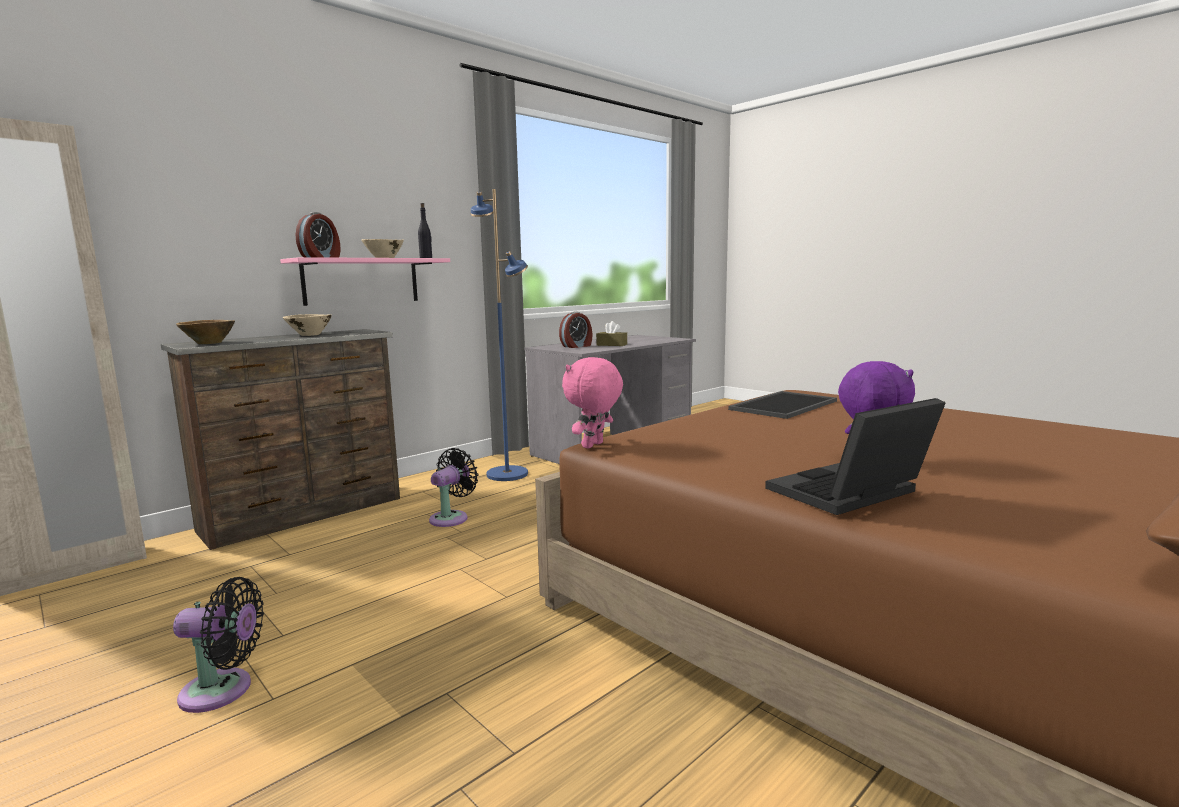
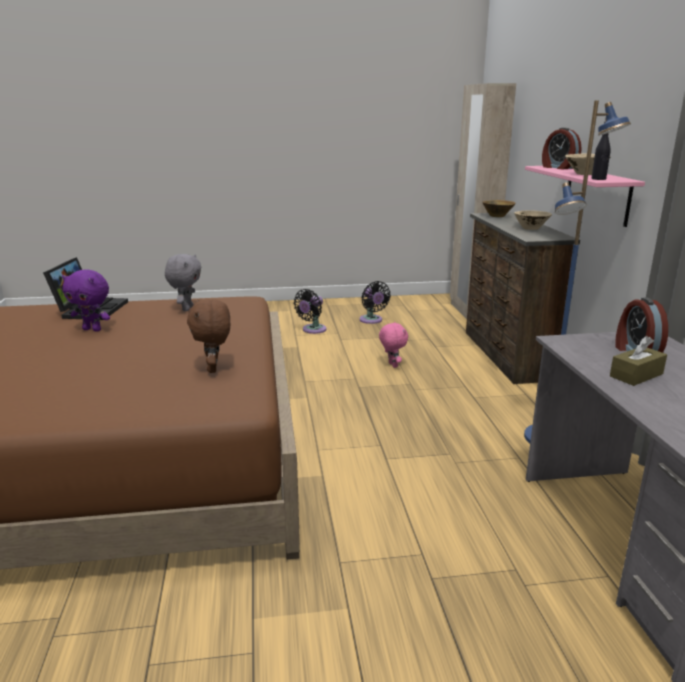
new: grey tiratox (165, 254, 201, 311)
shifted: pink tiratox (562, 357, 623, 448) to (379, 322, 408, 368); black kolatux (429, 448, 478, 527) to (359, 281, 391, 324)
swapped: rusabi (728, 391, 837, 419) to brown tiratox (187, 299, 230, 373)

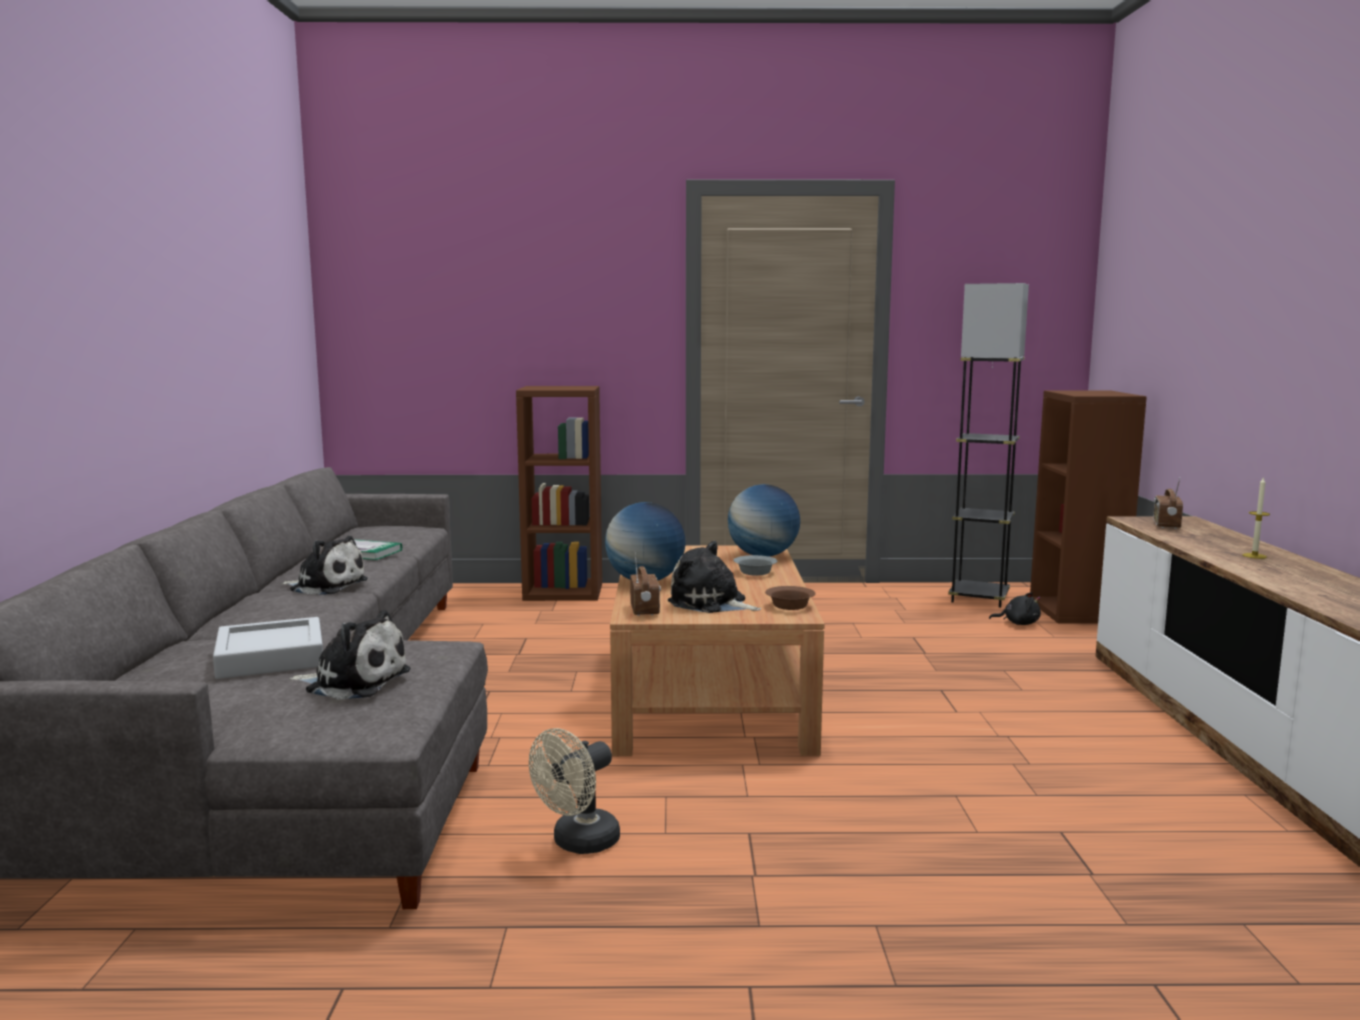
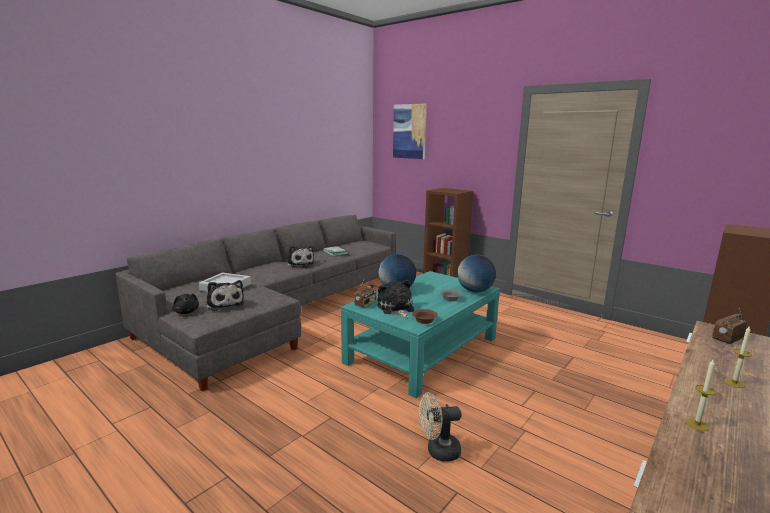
gone: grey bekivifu (948, 283, 1029, 608)
new: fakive (393, 103, 427, 159); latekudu (686, 360, 716, 431)
shifted: black tiratox (989, 592, 1041, 625) to (172, 294, 199, 314); beige kolatux (529, 728, 620, 854) to (419, 392, 461, 462)
repainted: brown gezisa (610, 545, 825, 756) to turquoise gezisa (341, 271, 500, 398)

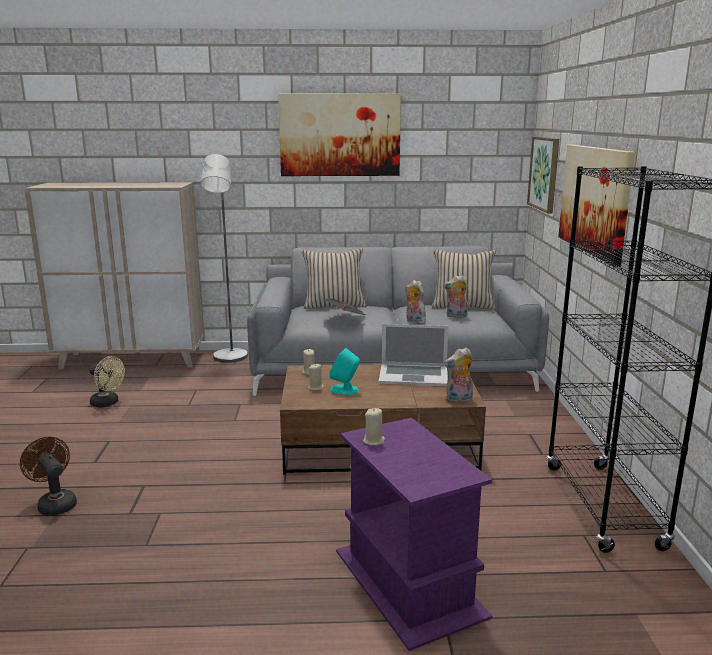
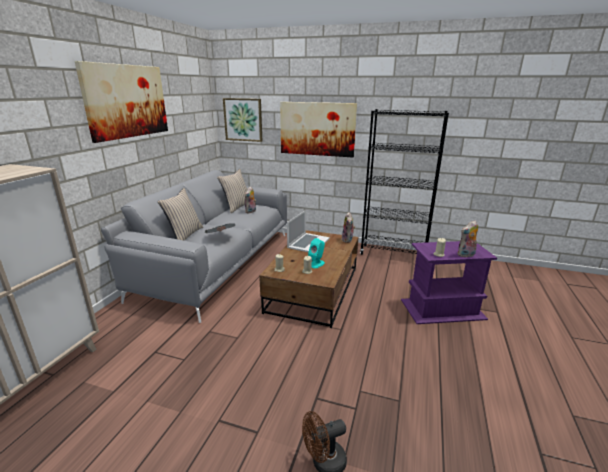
gone: grey bekivifu (200, 154, 248, 363); beige kolatux (89, 356, 125, 408)
shifted: tiratox (405, 280, 426, 324) to (457, 220, 478, 258)

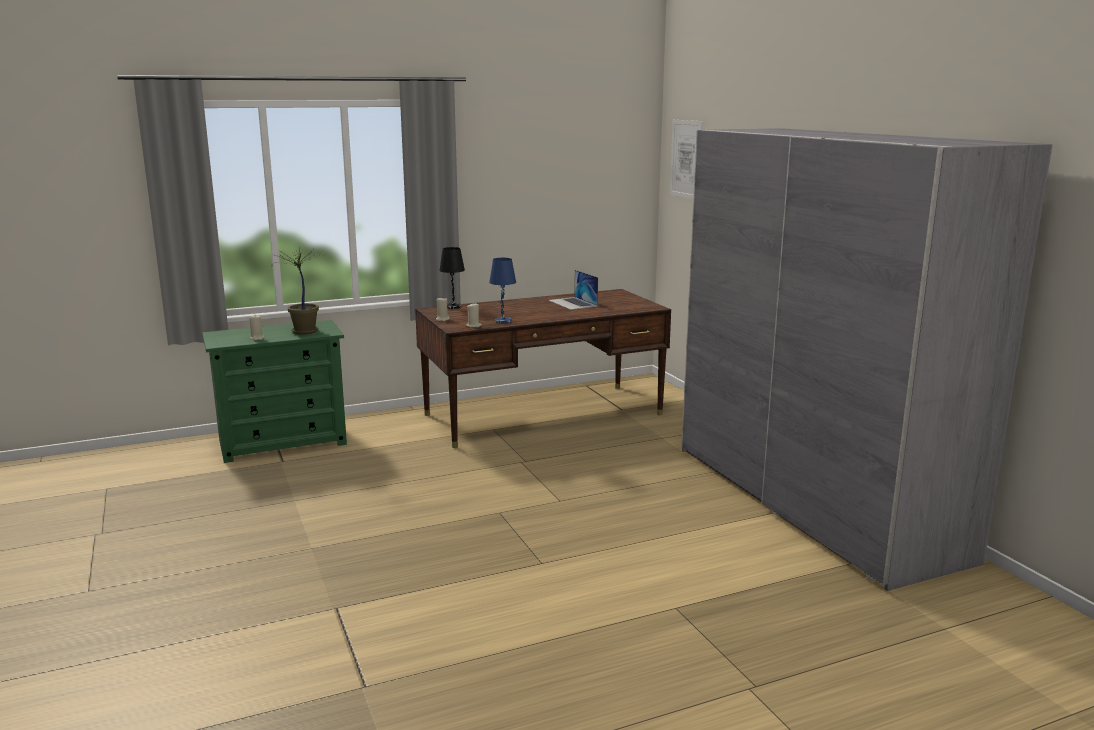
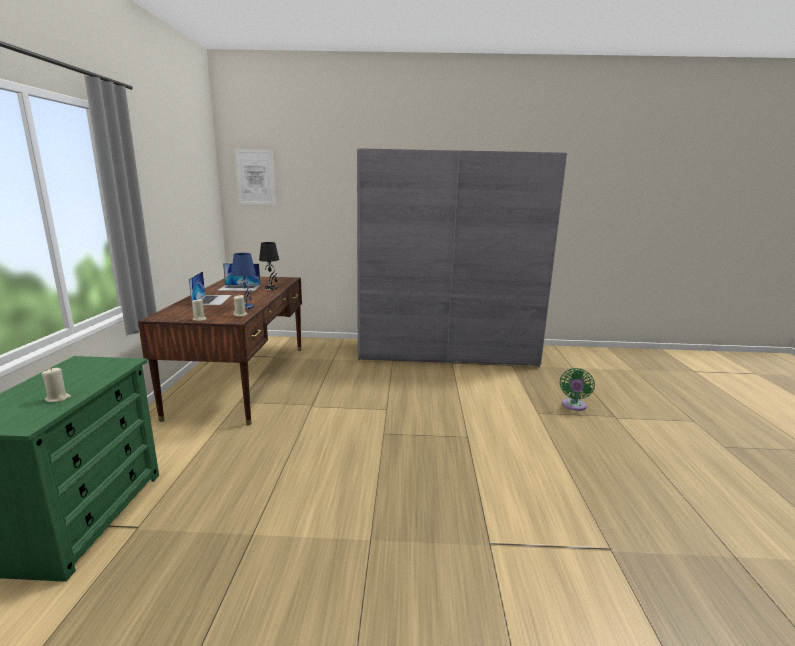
gone: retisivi (272, 247, 323, 335)
new: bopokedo (189, 271, 231, 305); green kolatux (560, 368, 595, 411)
shifted: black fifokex (439, 247, 465, 309) to (259, 242, 279, 290)

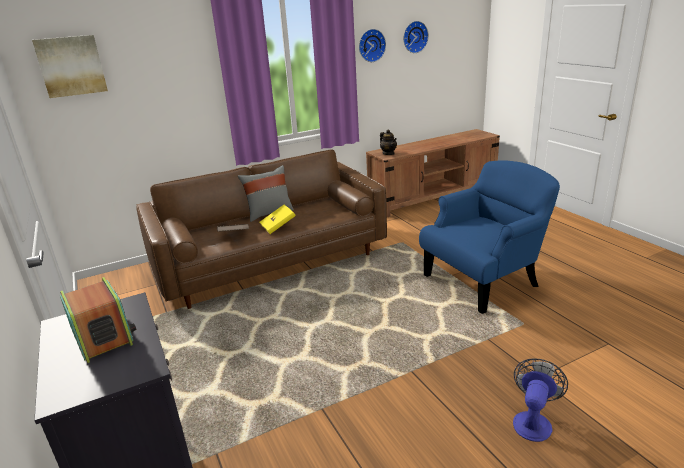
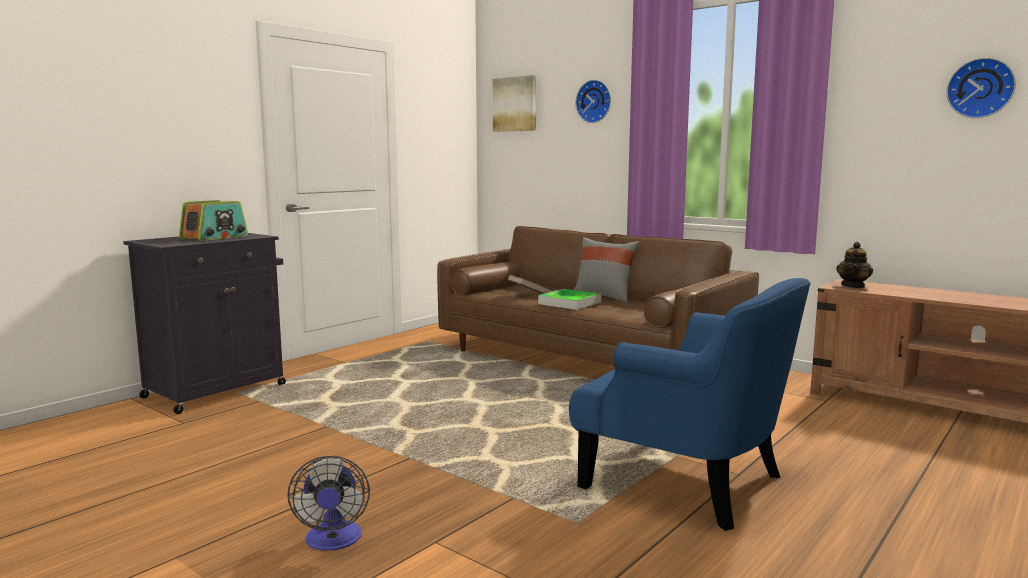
shifted: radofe (359, 29, 386, 62) to (575, 80, 611, 123)
swapped: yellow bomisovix (260, 204, 296, 234) to rusabi (538, 289, 601, 310)
rotated: kolatux (513, 358, 568, 442) = (288, 456, 370, 551) 75 degrees clockwise

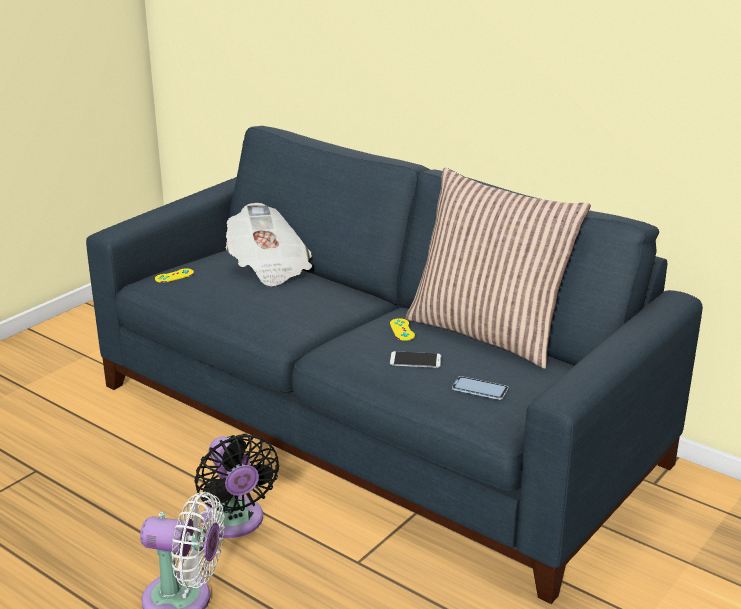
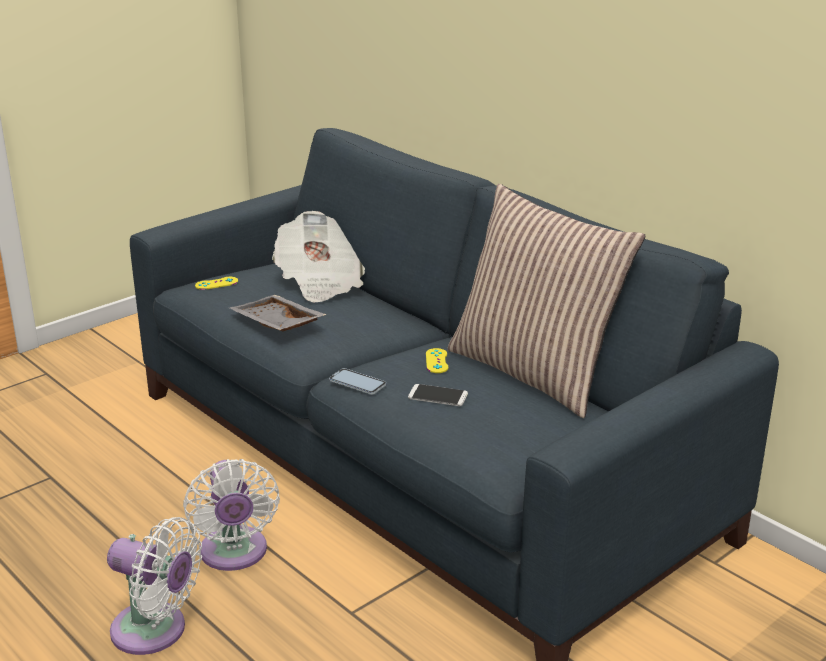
new: grey rusabi (230, 295, 327, 331)
shifted: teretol (452, 376, 508, 400) to (329, 368, 387, 395)
repainted: black kolatux (194, 434, 279, 538) to white kolatux (183, 459, 280, 571)

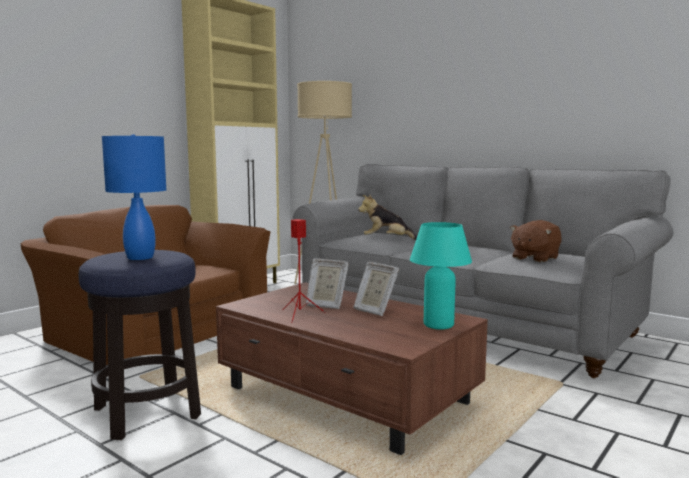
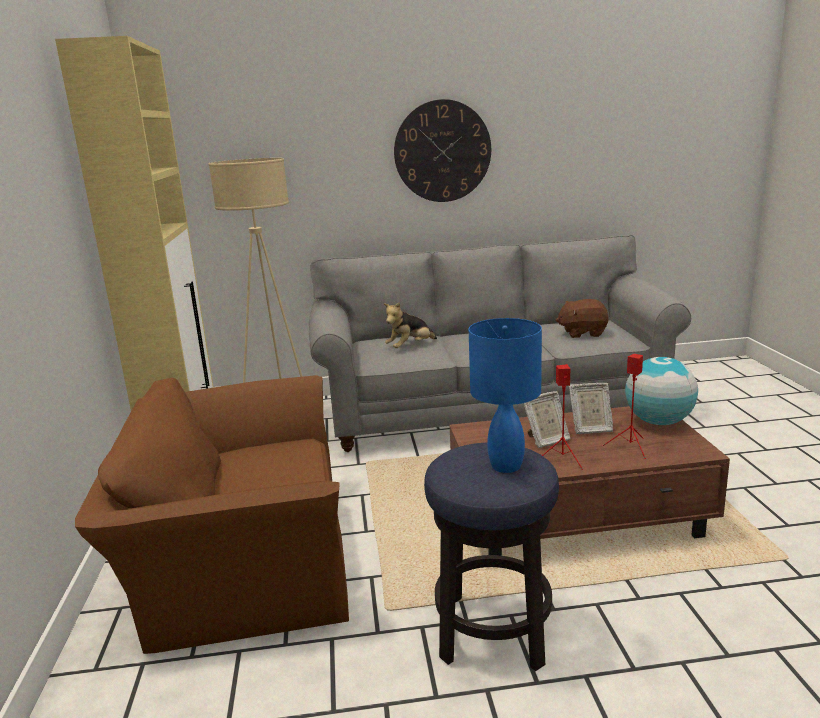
new: radofe (394, 99, 491, 202); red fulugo (603, 354, 646, 459)
swapped: turquoise fifokex (410, 222, 472, 329) to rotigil (625, 357, 698, 425)
rotated: brown tiratox (510, 220, 562, 263) = (556, 299, 609, 338) 90 degrees clockwise

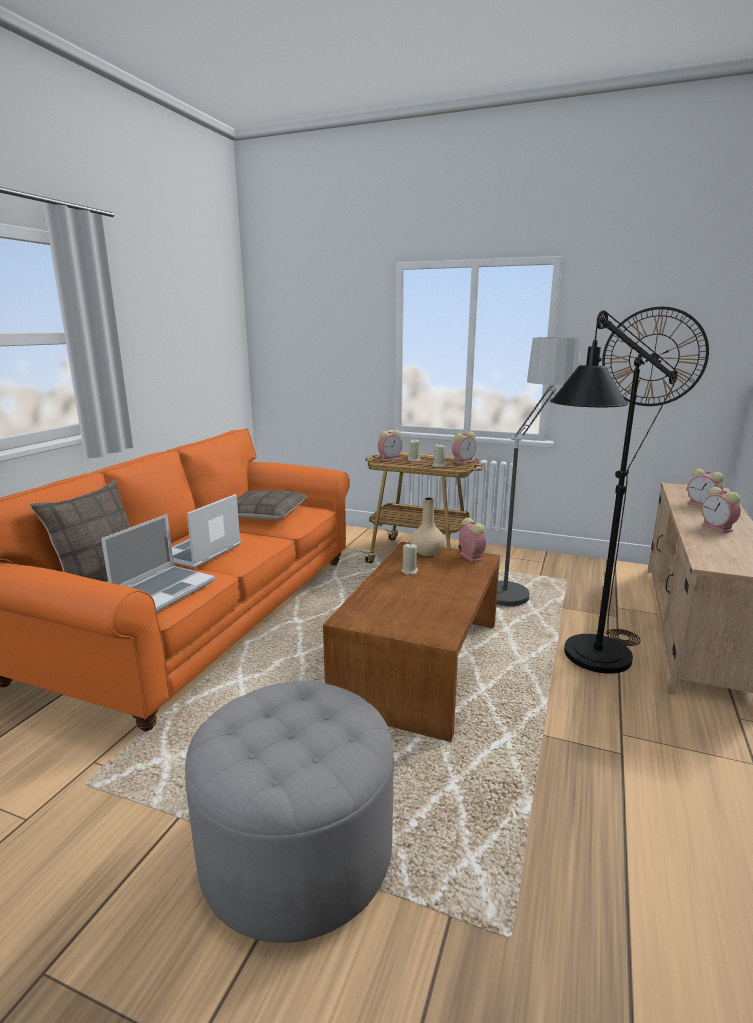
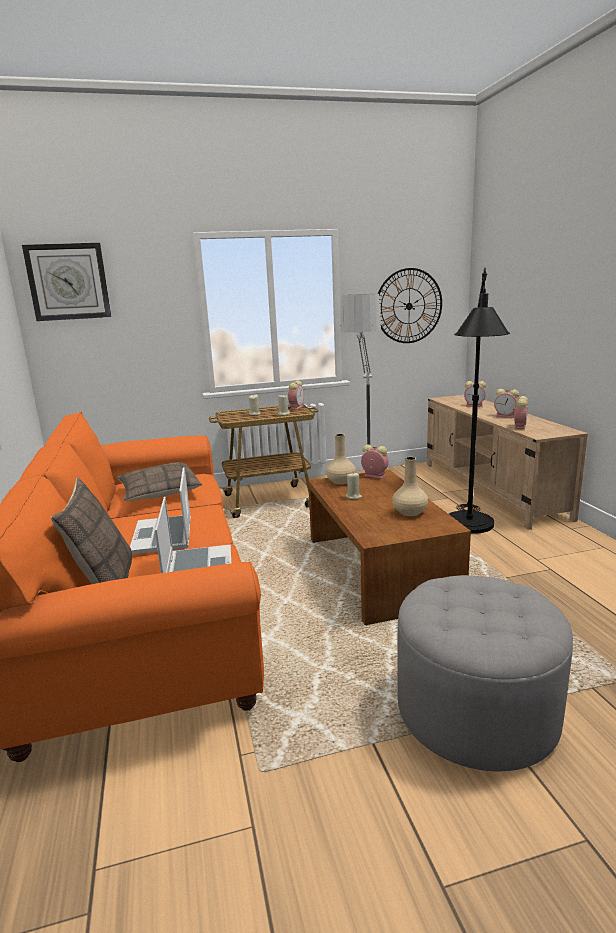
new: radofe (22, 243, 111, 321); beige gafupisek (392, 457, 428, 516)
shifted: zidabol (378, 430, 402, 461) to (512, 396, 528, 429)

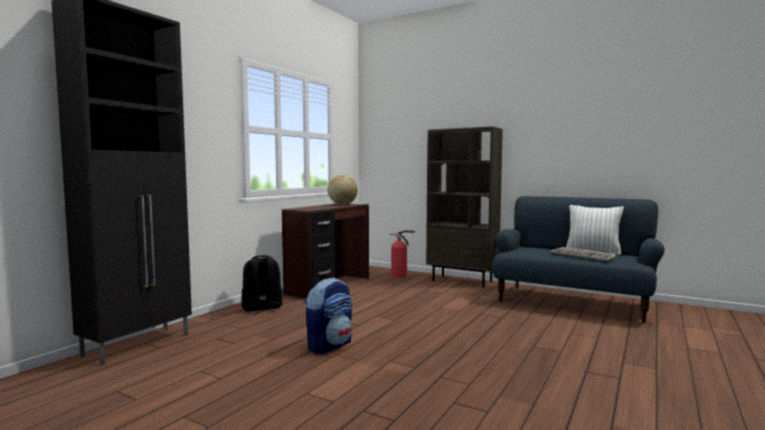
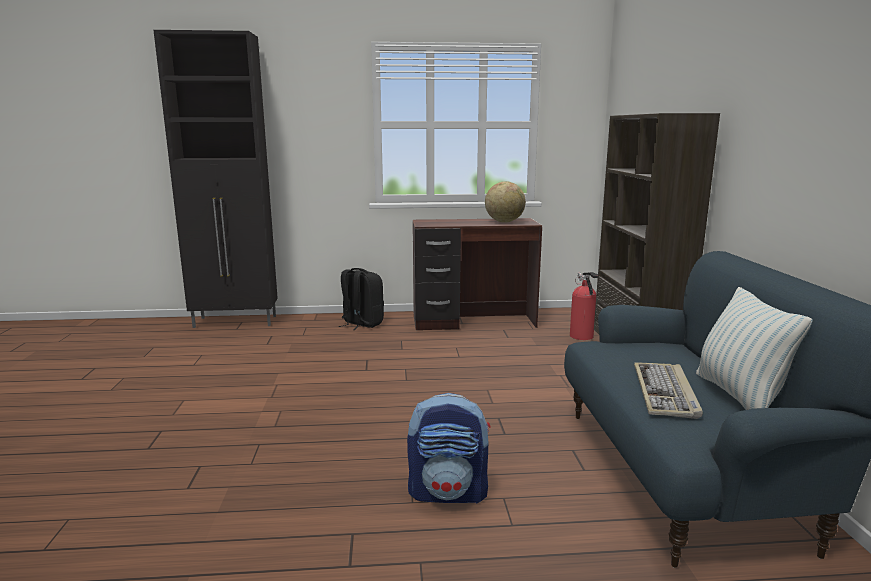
shifted: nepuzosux (305, 278, 353, 354) to (407, 393, 491, 504)

